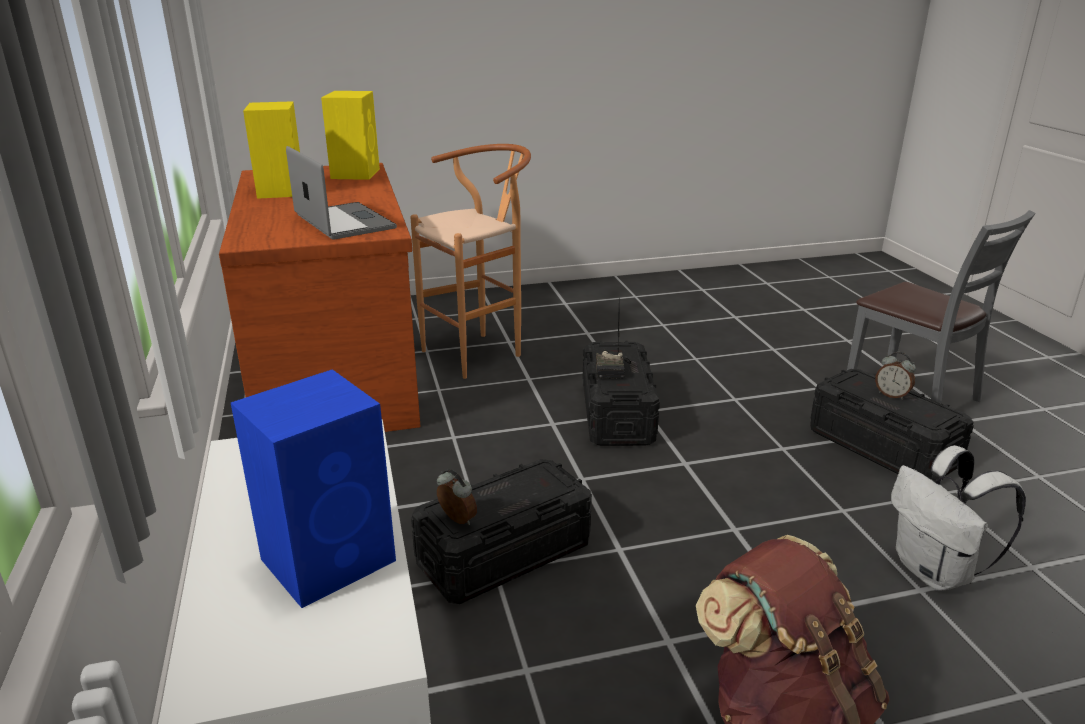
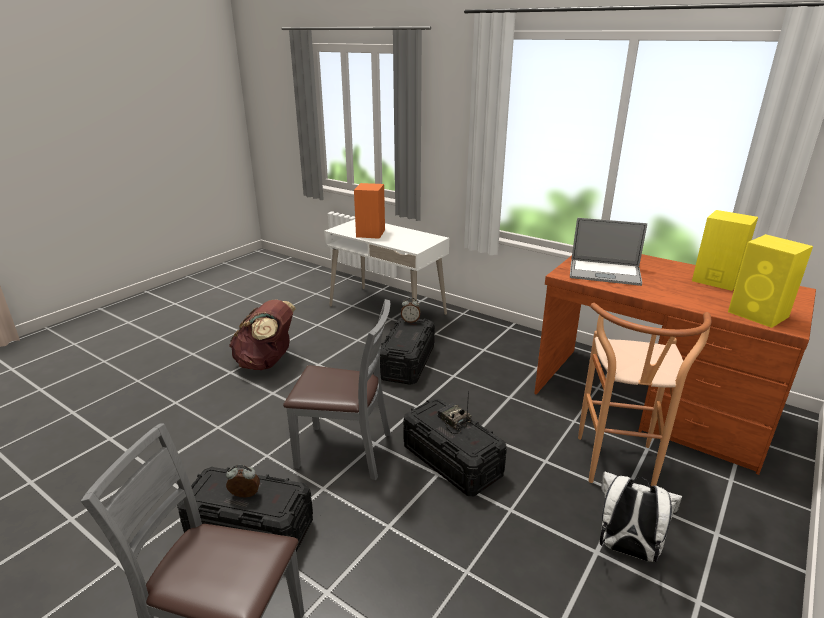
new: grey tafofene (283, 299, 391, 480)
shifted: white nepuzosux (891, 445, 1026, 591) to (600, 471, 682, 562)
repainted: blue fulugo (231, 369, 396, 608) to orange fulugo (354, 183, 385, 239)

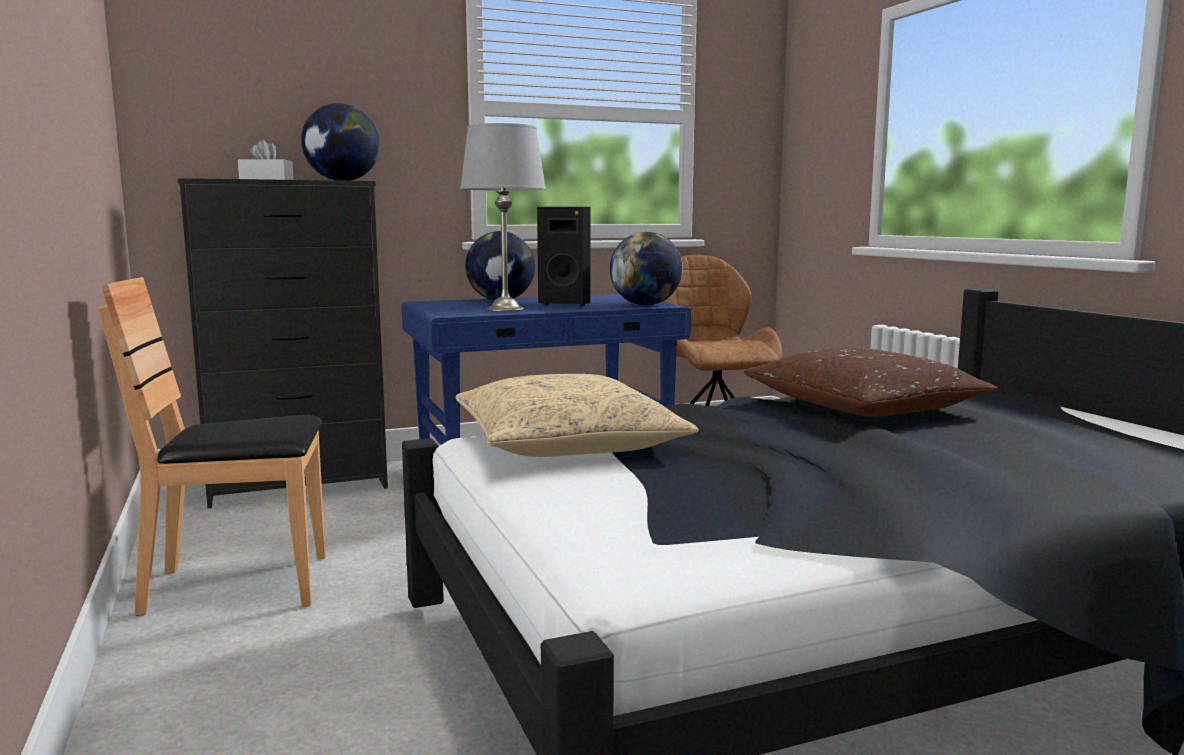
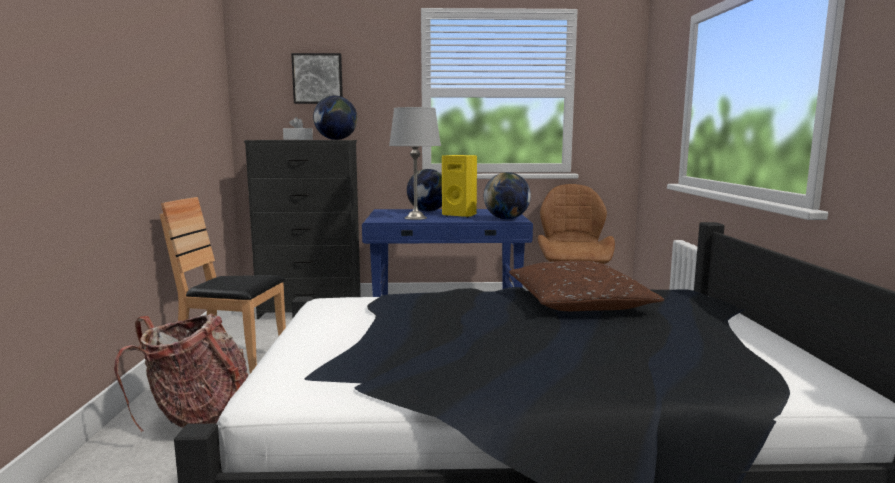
gone: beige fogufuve (456, 374, 699, 457)
new: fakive (291, 53, 343, 104); nepuzosux (114, 313, 248, 432)
repainted: black fulugo (537, 207, 590, 306) to yellow fulugo (442, 155, 477, 218)

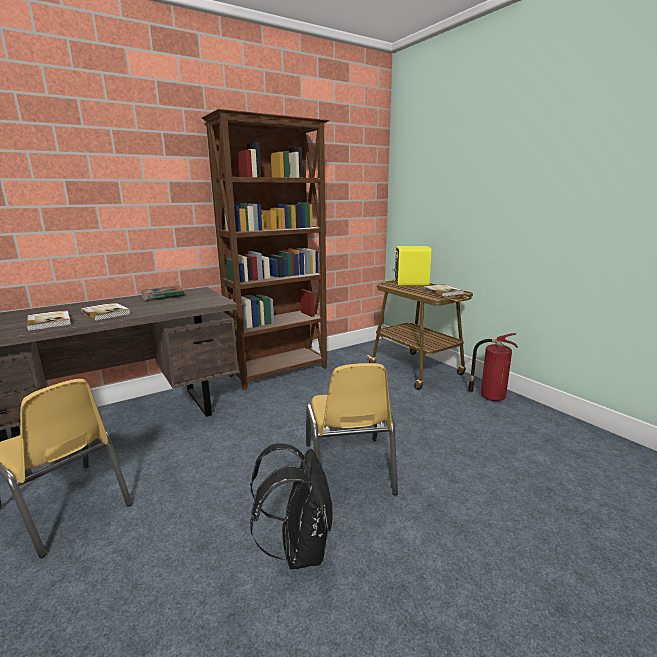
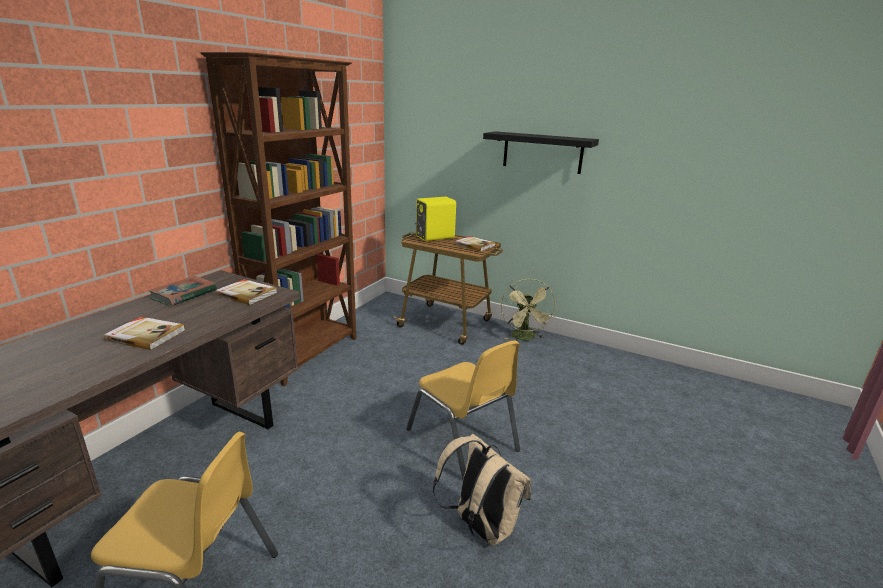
new: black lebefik (483, 131, 599, 174)
shifted: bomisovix (27, 310, 71, 331) to (215, 279, 277, 305)
swapped: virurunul (468, 333, 518, 401) to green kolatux (501, 279, 556, 341)
repainted: black nepuzosux (250, 443, 333, 569) to beige nepuzosux (433, 434, 531, 546)

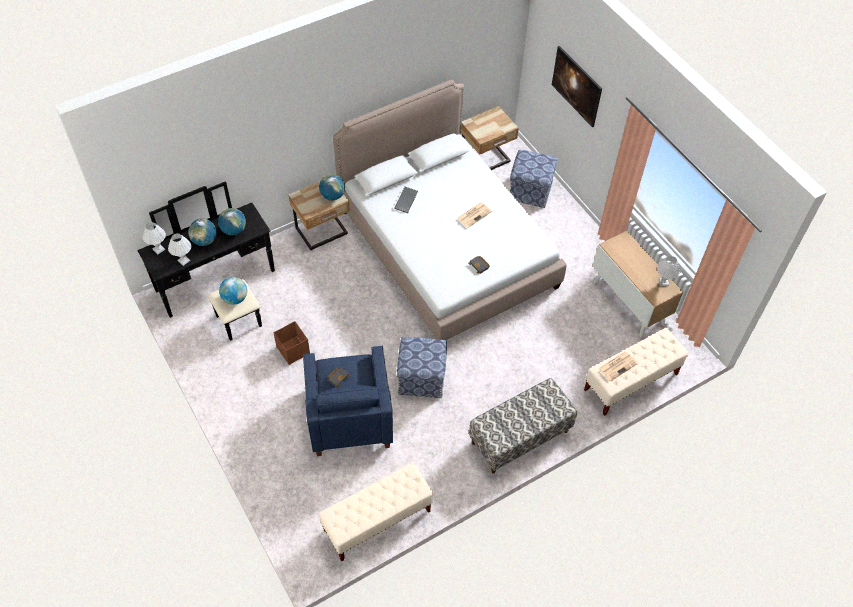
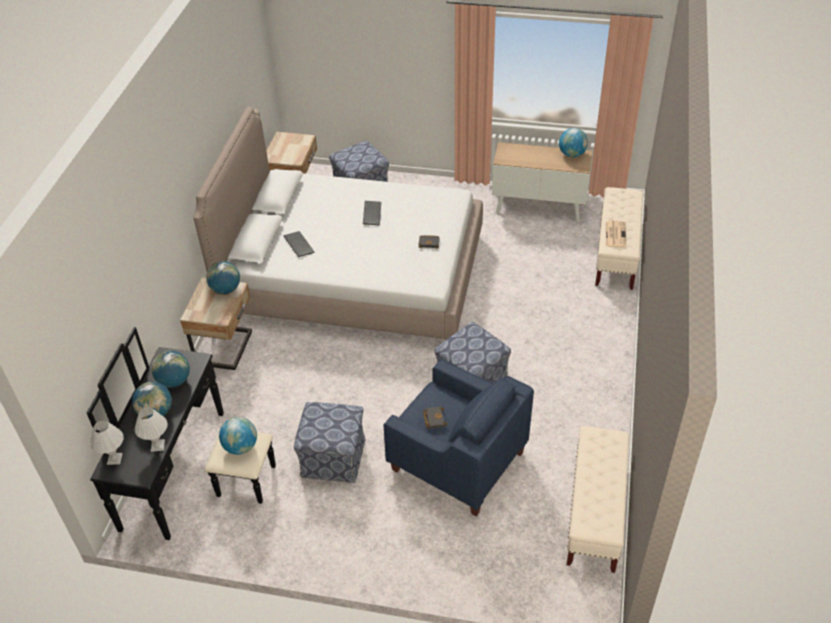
gone: fakive (552, 46, 602, 127); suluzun (469, 378, 577, 473)
swapped: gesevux (457, 202, 492, 228) to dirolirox (363, 201, 381, 226); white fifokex (657, 256, 680, 286) to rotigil (559, 128, 588, 157); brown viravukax (273, 321, 310, 365) to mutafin (294, 402, 365, 483)

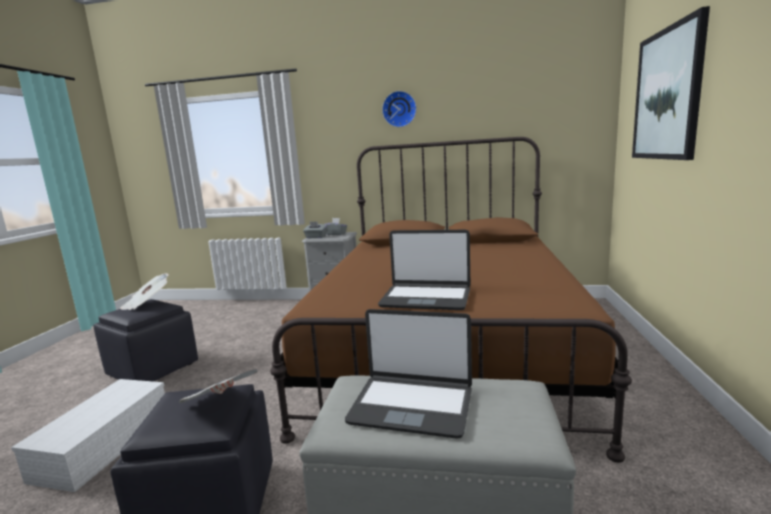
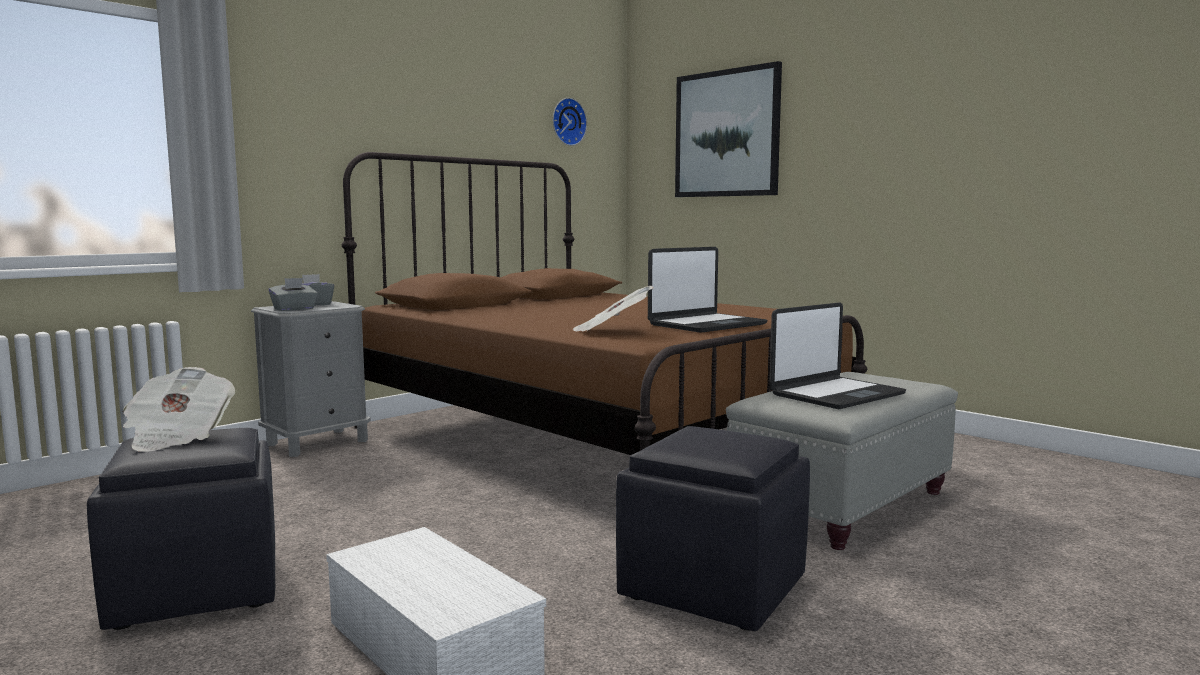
shifted: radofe (382, 91, 417, 127) to (553, 98, 587, 146); gesevux (179, 369, 258, 403) to (572, 286, 654, 331)

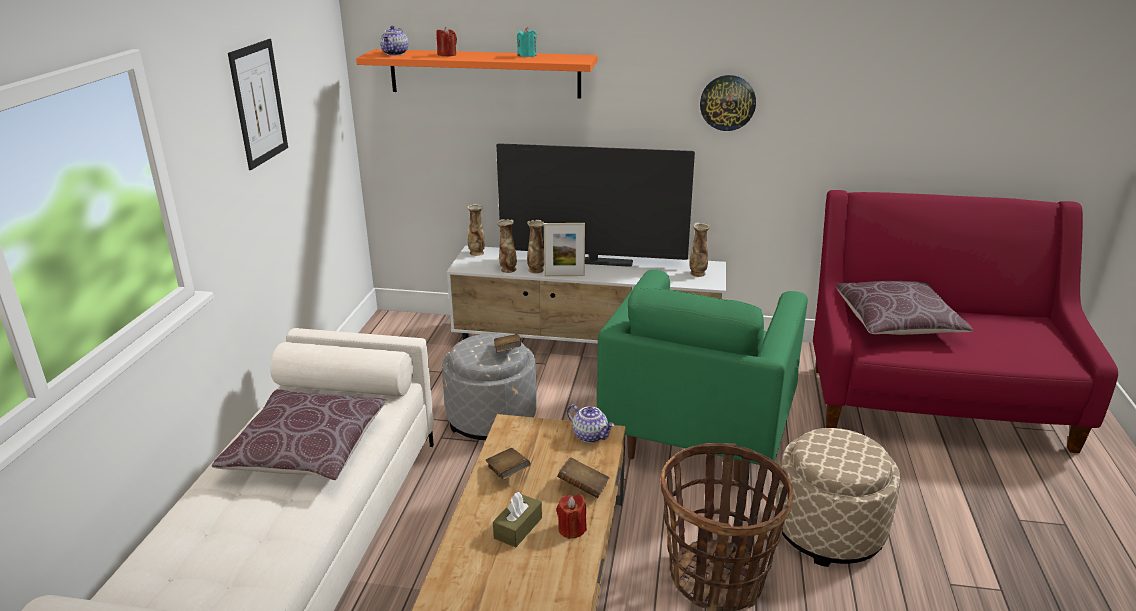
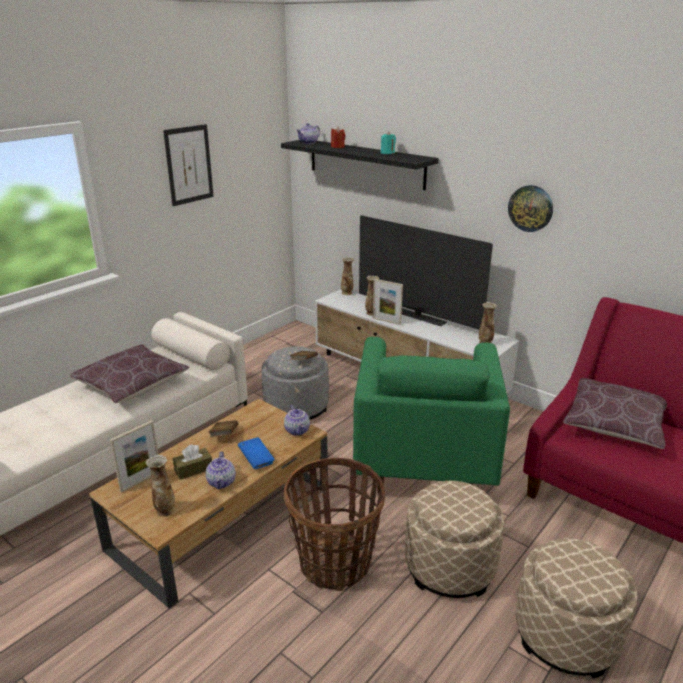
new: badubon (110, 420, 158, 492); beige mutafin (516, 538, 637, 679)
shifted: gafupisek (497, 219, 517, 273) to (146, 455, 175, 517)
swapped: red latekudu (556, 494, 587, 539) to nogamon (206, 452, 236, 490)
repainted: orange lebefik (356, 49, 597, 99) to black lebefik (281, 140, 438, 190); brown bomisovix (557, 457, 609, 498) to blue bomisovix (238, 437, 275, 469)
rotated: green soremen (597, 270, 808, 482) = (353, 337, 510, 494) 45 degrees counterclockwise

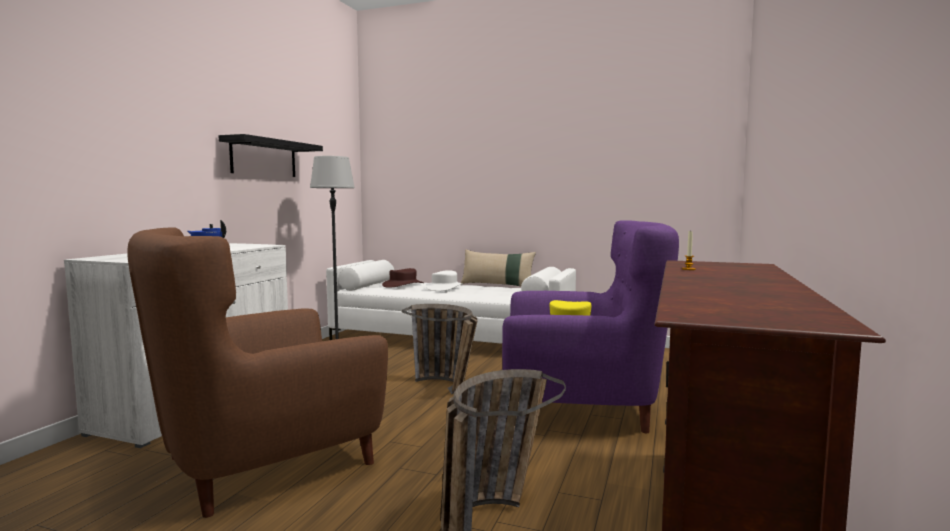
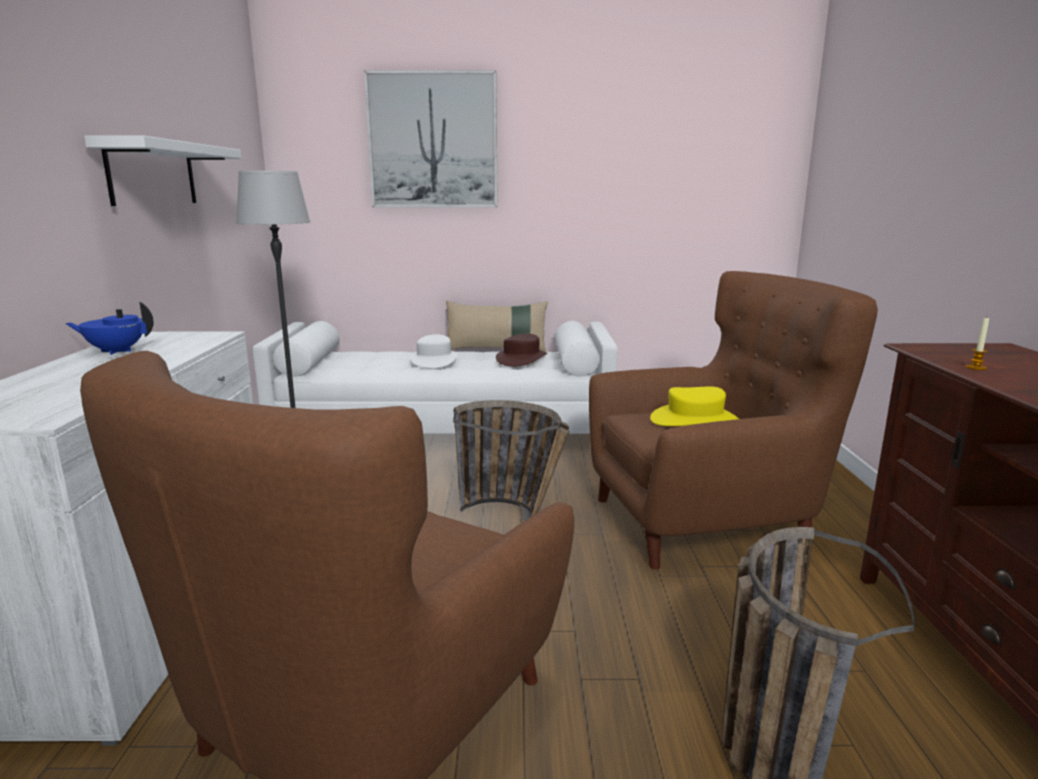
new: fakive (364, 70, 498, 208)
shifted: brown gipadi (382, 268, 424, 288) to (496, 333, 547, 366)
repainted: black lebefik (219, 134, 323, 177) to white lebefik (84, 135, 241, 206); purple soremen (502, 220, 679, 433) to brown soremen (589, 271, 878, 569)

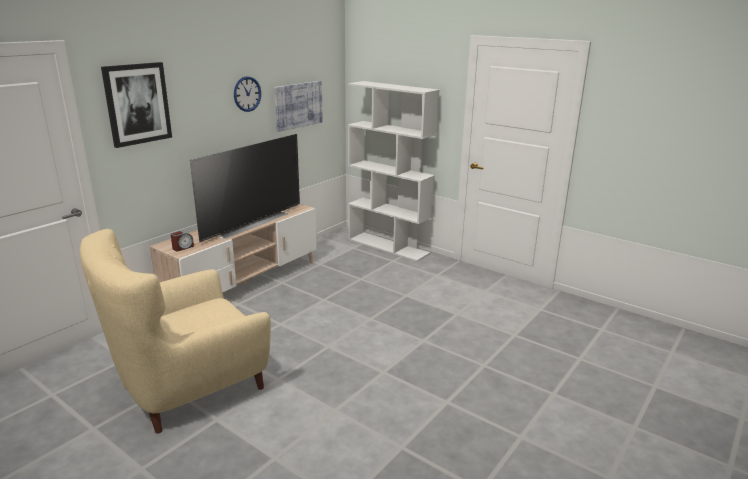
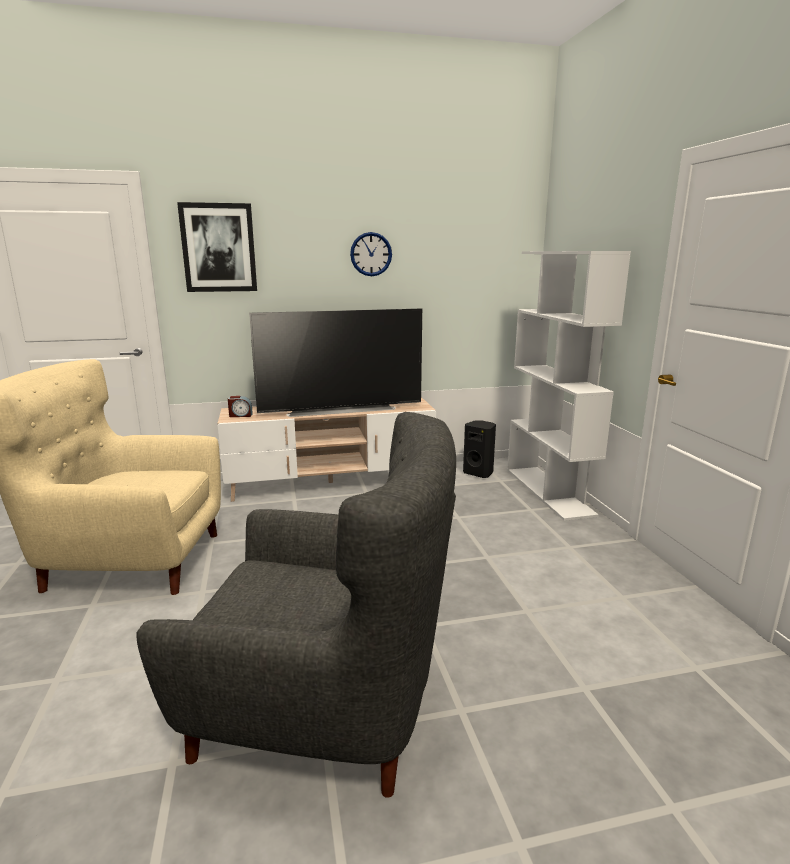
gone: fakive (274, 81, 323, 132)
new: grey soremen (136, 412, 456, 798); black fulugo (463, 420, 496, 478)

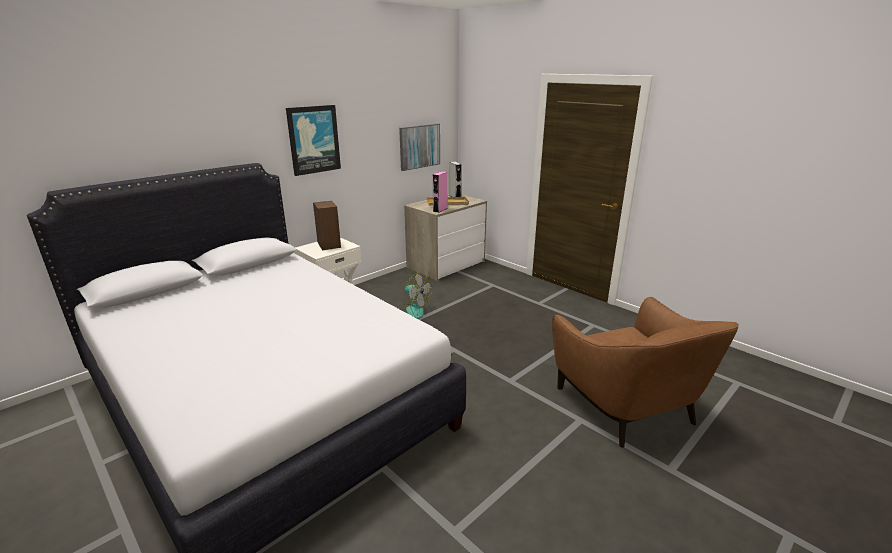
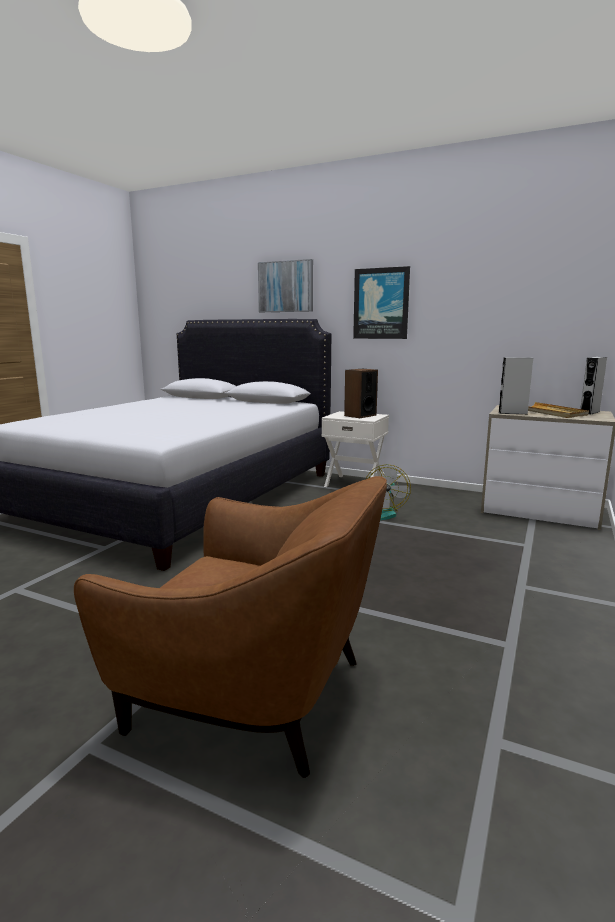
shifted: fakive (399, 124, 440, 171) to (258, 259, 313, 312)
repainted: pink fulugo (433, 171, 448, 213) to grey fulugo (499, 357, 533, 414)
rotated: brown soremen (552, 297, 739, 448) = (74, 476, 387, 778) 120 degrees counterclockwise

